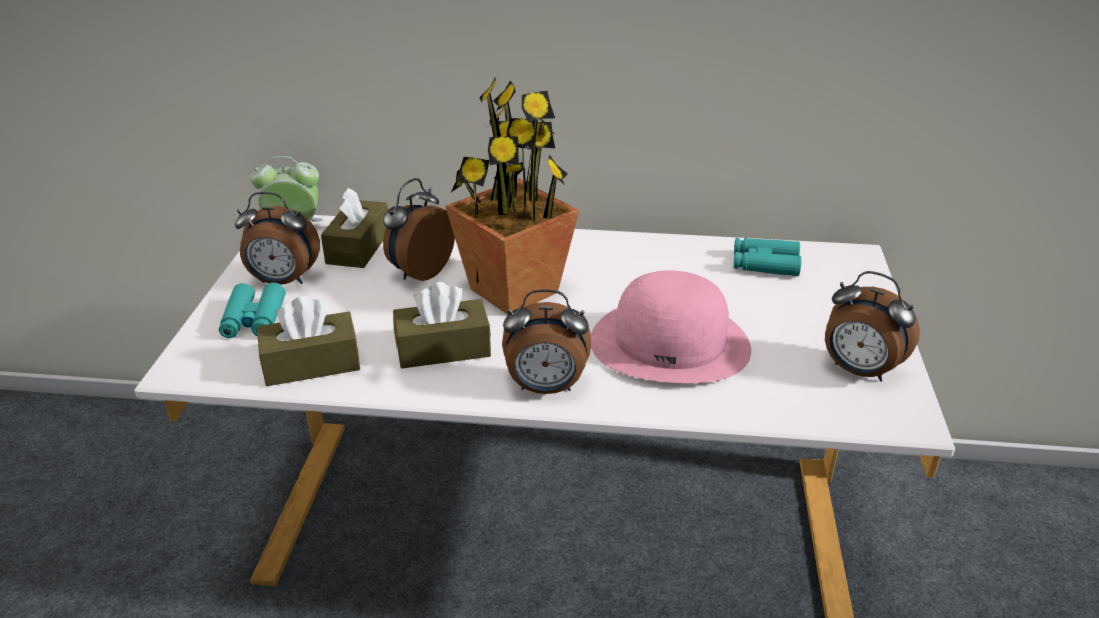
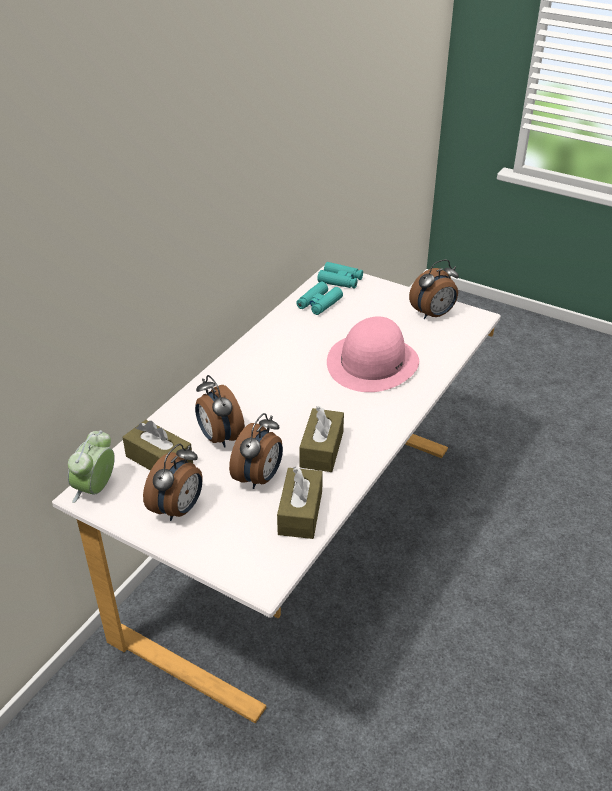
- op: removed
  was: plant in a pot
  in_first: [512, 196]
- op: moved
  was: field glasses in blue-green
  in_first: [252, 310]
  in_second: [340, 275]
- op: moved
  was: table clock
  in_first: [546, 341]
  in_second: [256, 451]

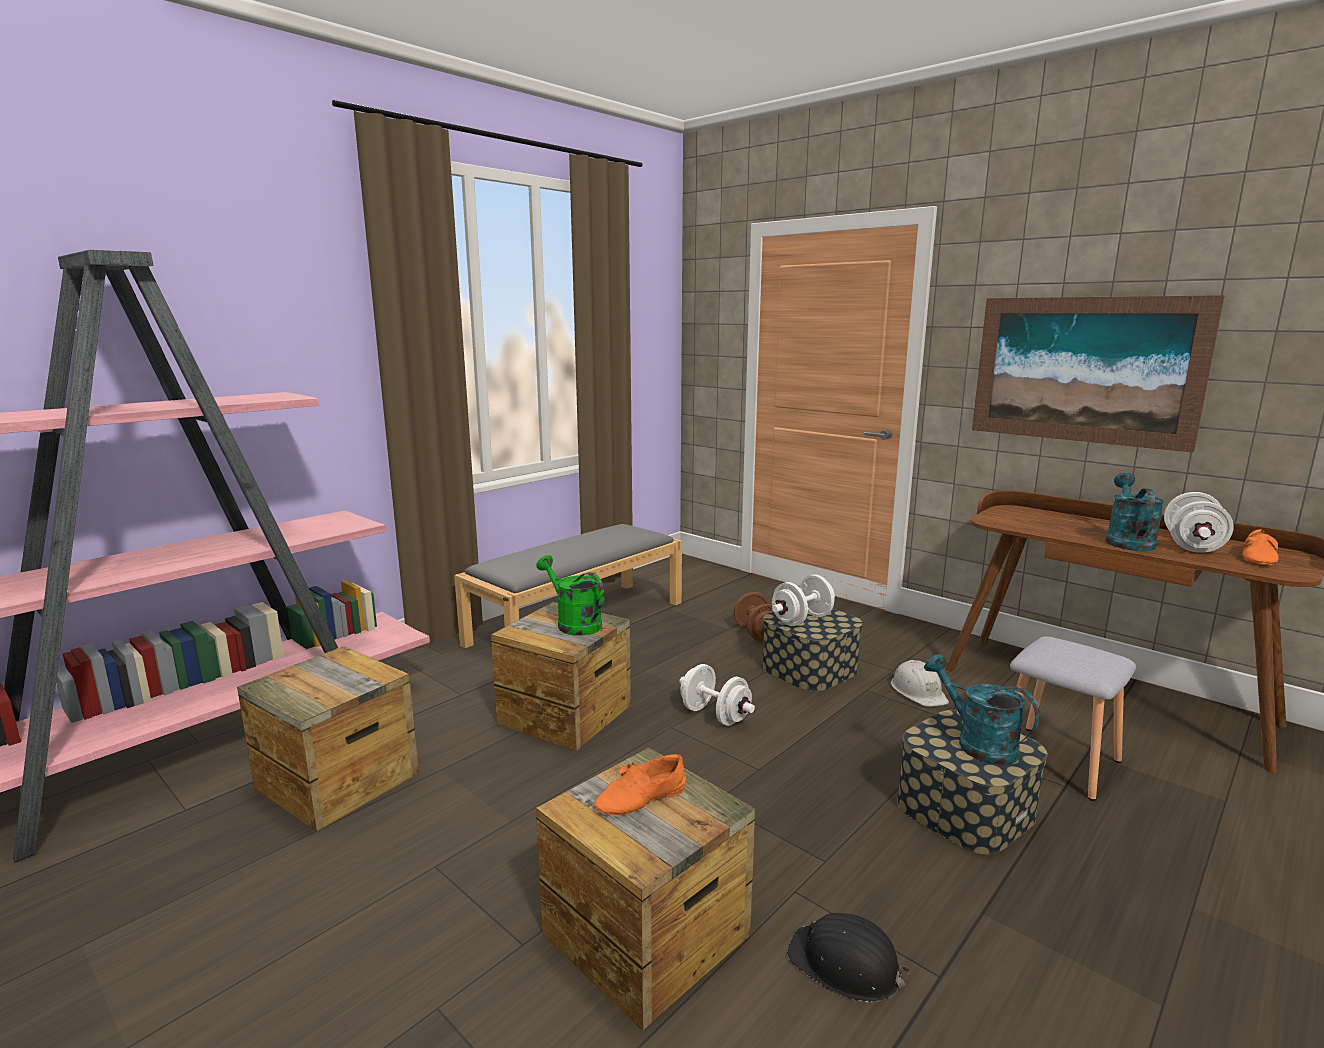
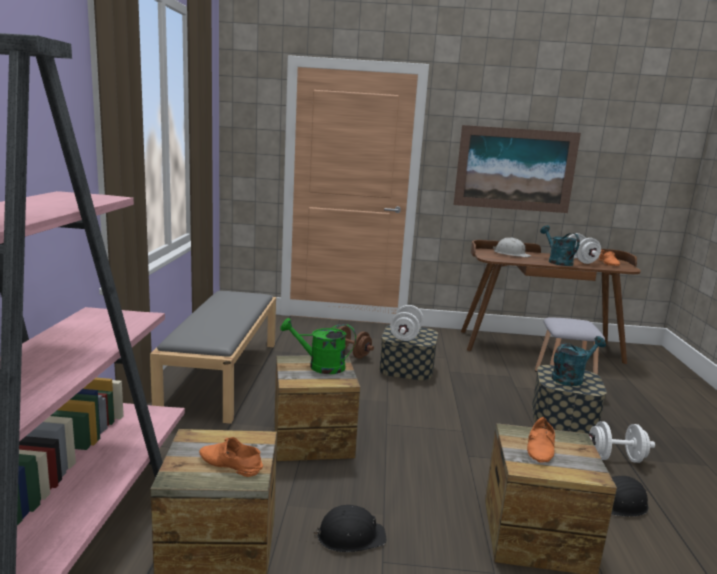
- op: added
  now: item of footwear in orange
  in_second: [231, 457]
- op: added
  now: work helmet in black
  in_second: [350, 528]
- op: moved
  was: dumbbell in white
  in_first: [717, 695]
  in_second: [622, 442]
- op: moved
  was: work helmet in white
  in_first: [920, 683]
  in_second: [512, 247]
- op: turned
  was: sprinkling can in blue-green
  in_first: [982, 709]
  in_second: [579, 361]
  clockwise: 135

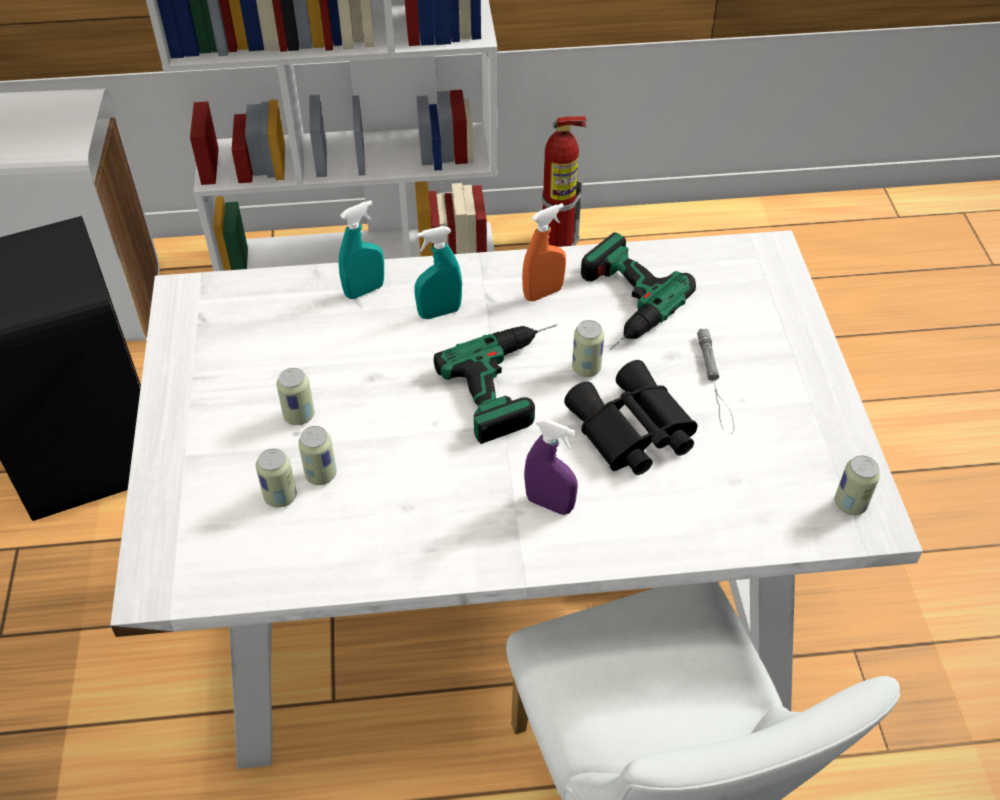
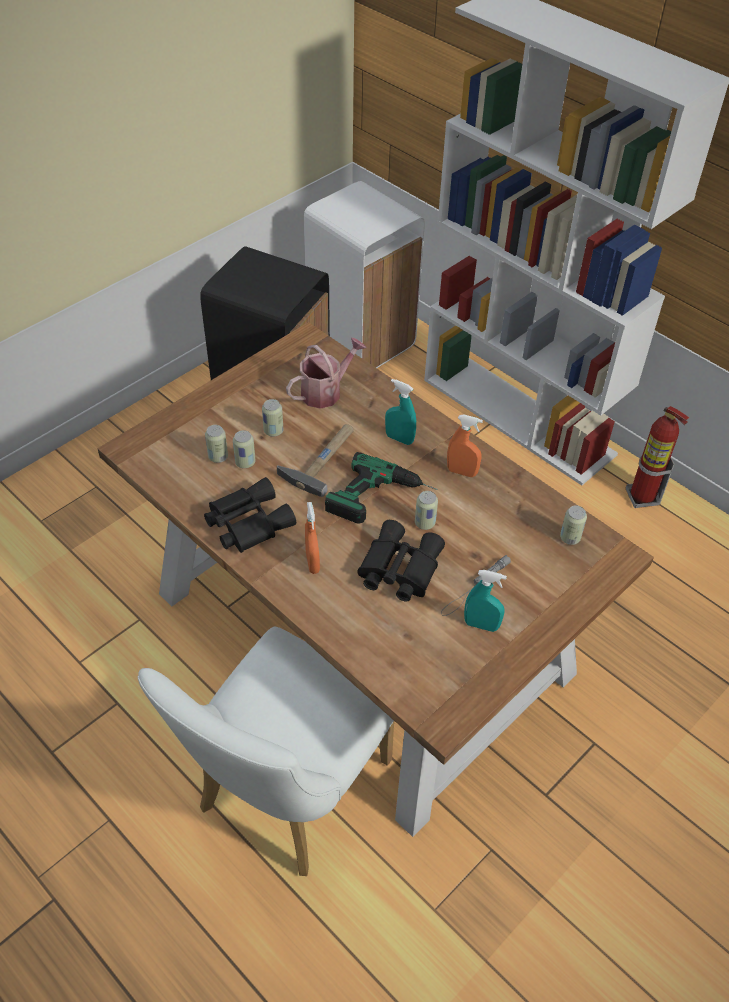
- op: removed
  was: drill
  in_first: [638, 291]
- op: added
  now: field glasses in black
  in_second: [250, 515]
- op: added
  now: hand hammer
  in_second: [315, 460]
- op: added
  now: sprinkling can
  in_second: [326, 373]
- op: moved
  was: hand sprayer in blue-green
  in_first: [361, 249]
  in_second: [485, 601]
- op: moved
  was: can
  in_first: [857, 485]
  in_second: [573, 525]
- op: recoloured
  was: kitchen table in white
  now: kitchen table in brown
  in_first: [516, 499]
  in_second: [375, 579]
- op: recoloured
  was: hand sprayer in purple
  now: hand sprayer in orange
  in_first: [551, 466]
  in_second: [312, 538]

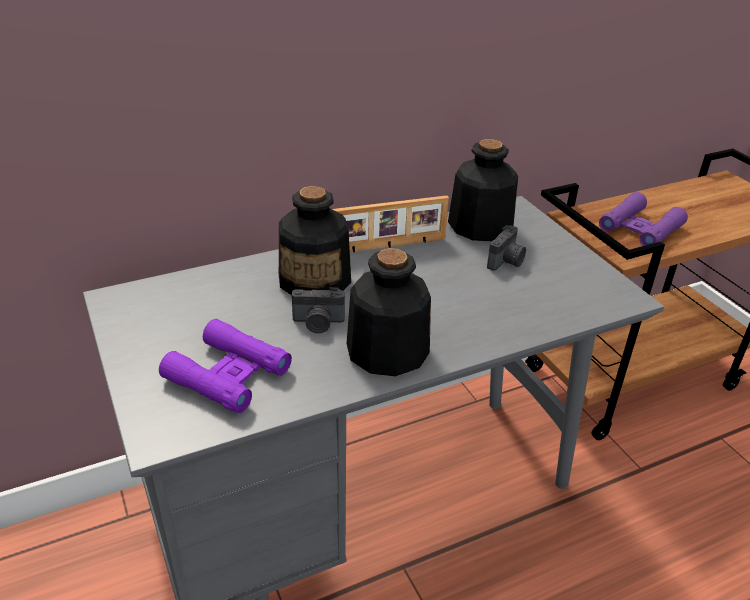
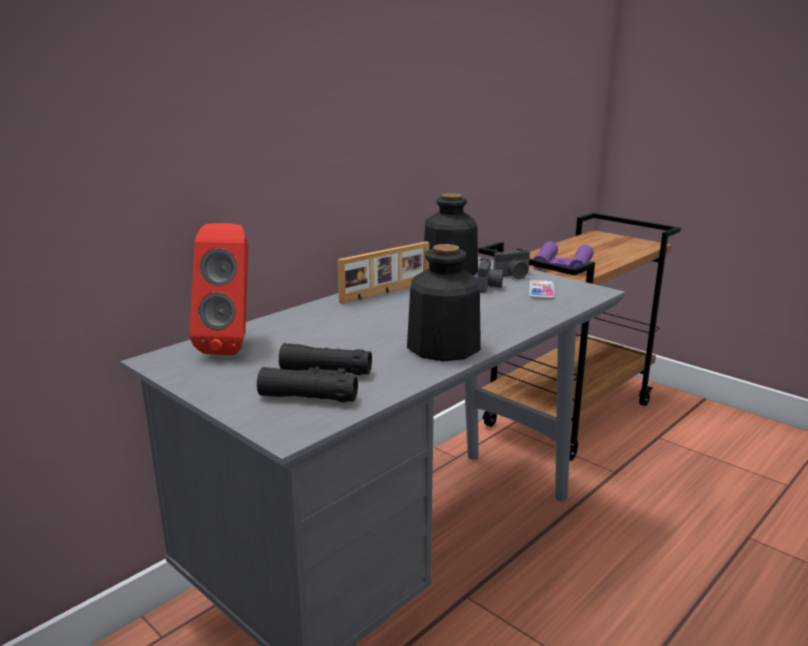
- op: removed
  was: bottle
  in_first: [315, 240]
- op: added
  now: speaker in reddish
  in_second: [219, 289]
- op: added
  now: handset
  in_second: [542, 289]
- op: moved
  was: photo camera
  in_first: [318, 310]
  in_second: [511, 263]
- op: recoloured
  was: field glasses in purple
  now: field glasses in black
  in_first: [225, 366]
  in_second: [314, 372]

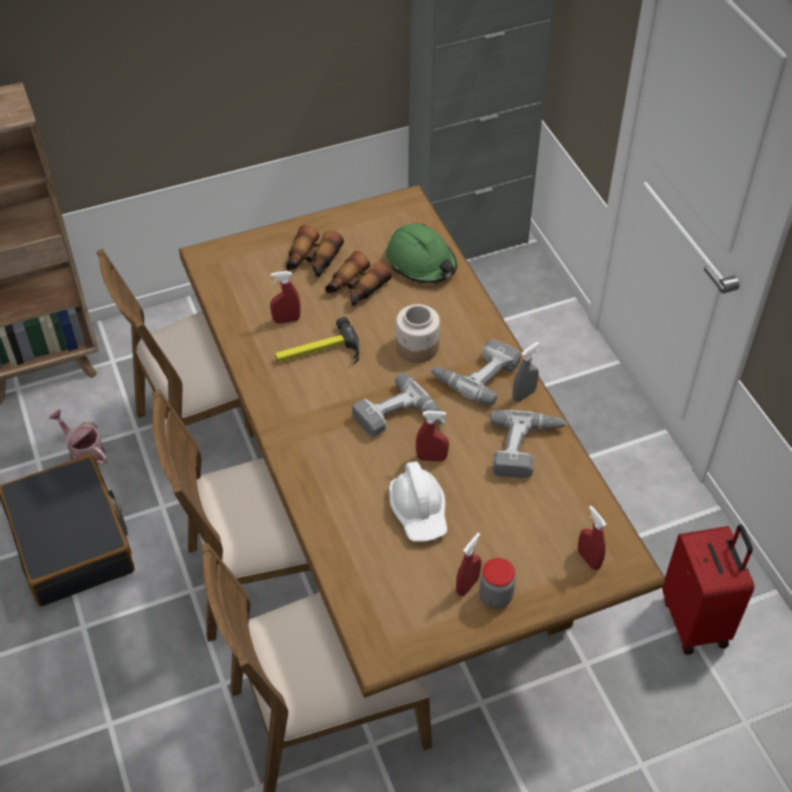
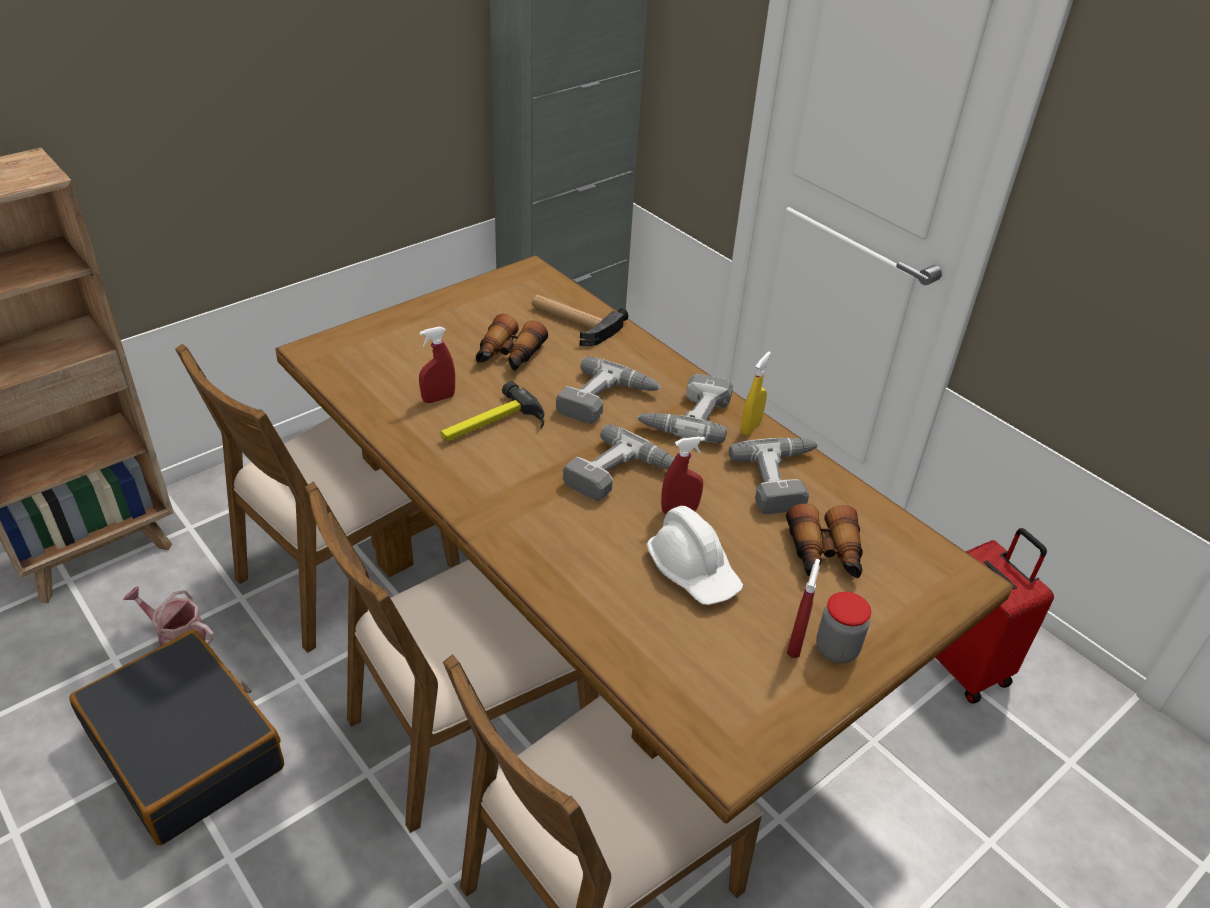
- op: removed
  was: hand sprayer in reddish
  in_first: [592, 538]
- op: moved
  was: field glasses
  in_first: [315, 251]
  in_second: [824, 540]
- op: replaced
  was: work helmet in green-coloured
  now: hand hammer
  in_first: [421, 253]
  in_second: [580, 320]
- op: replaced
  was: preserve jar
  now: drill
  in_first: [418, 333]
  in_second: [608, 390]
- op: recoloured
  was: hand sprayer in greyish
  now: hand sprayer in yellow
  in_first: [526, 372]
  in_second: [756, 393]

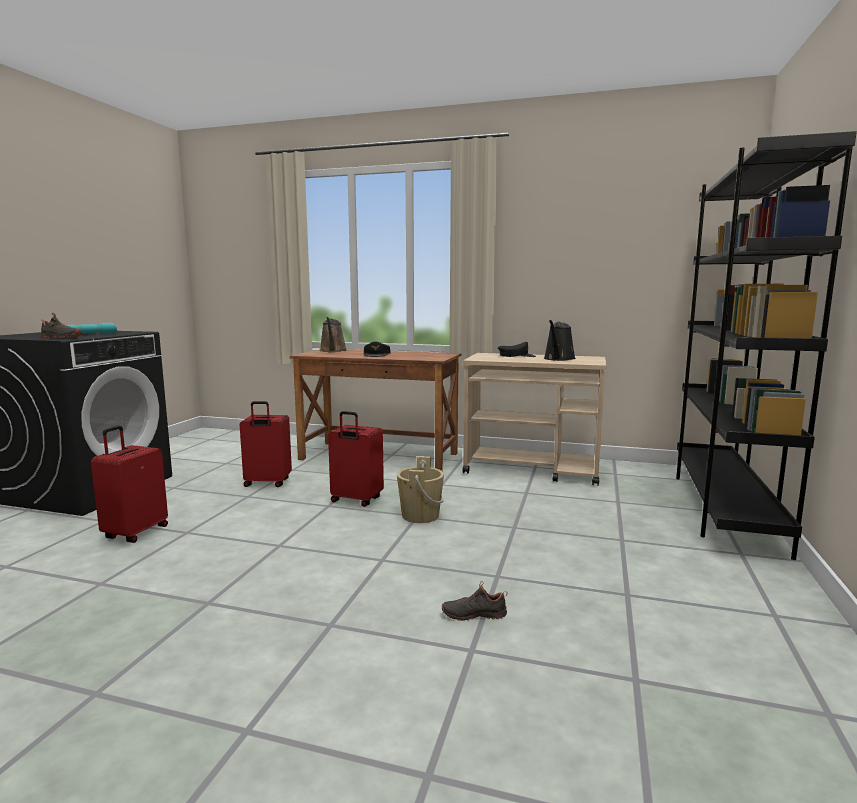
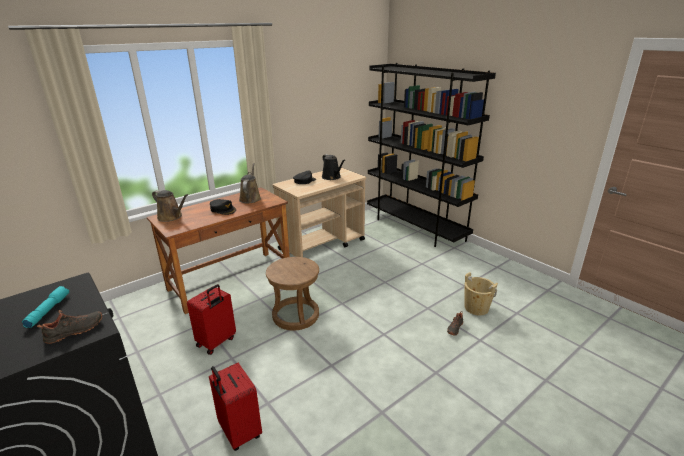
- op: added
  now: sprinkling can in brown
  in_second: [250, 183]
- op: moved
  was: pail in beige
  in_first: [420, 489]
  in_second: [481, 293]
- op: replaced
  was: piece of luggage in reddish
  now: stool seat in brown
  in_first: [356, 459]
  in_second: [292, 293]

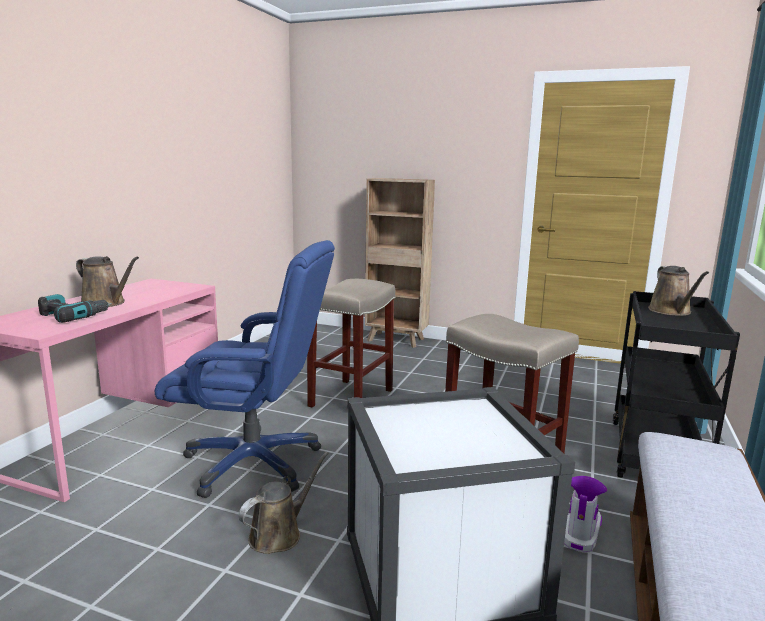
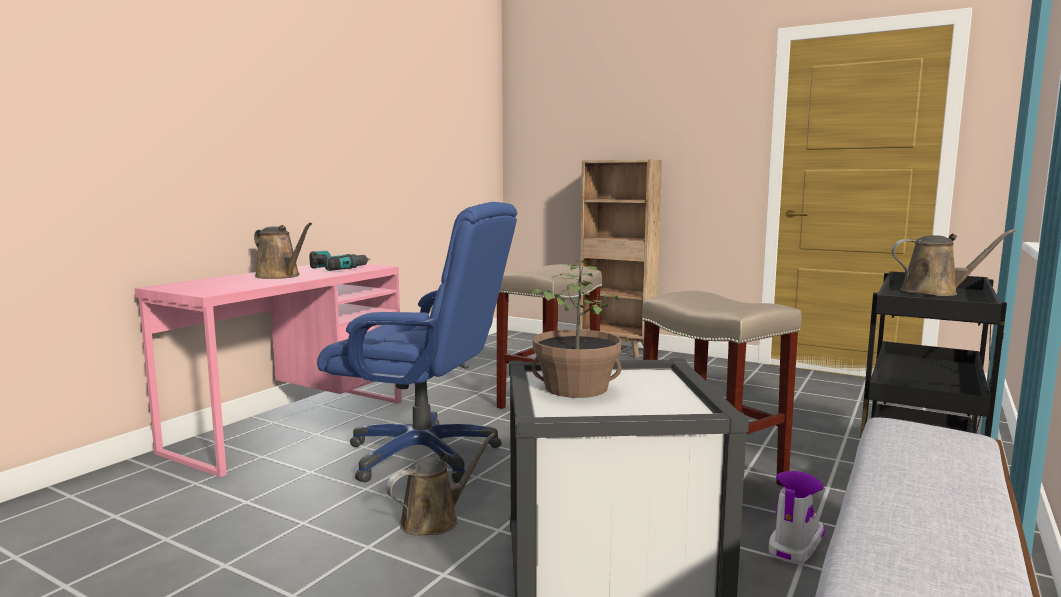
- op: added
  now: plant in a pot
  in_second: [576, 329]
- op: moved
  was: drill
  in_first: [75, 308]
  in_second: [339, 261]
- op: turned
  was: sprinkling can in brown
  in_first: [678, 291]
  in_second: [953, 262]
  clockwise: -90

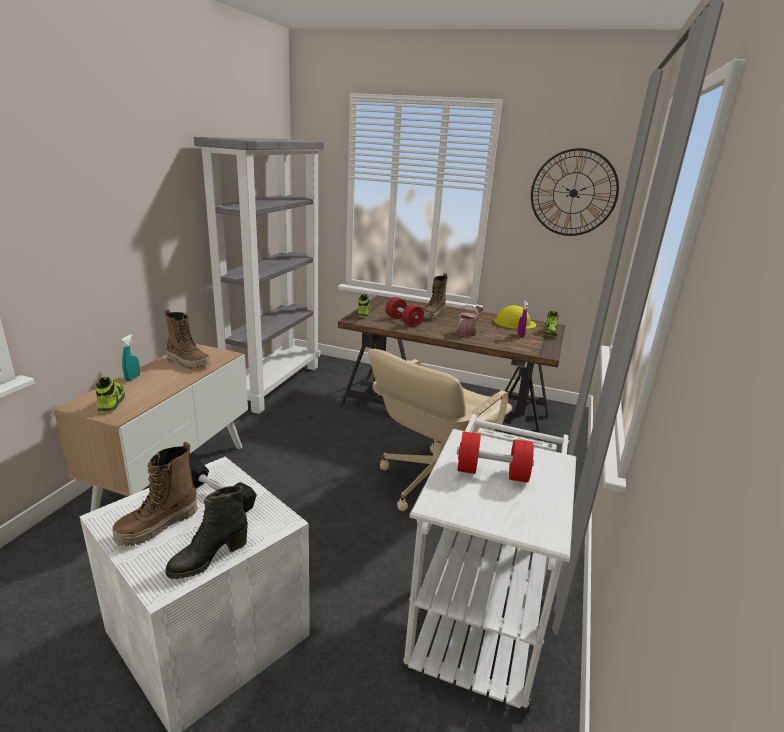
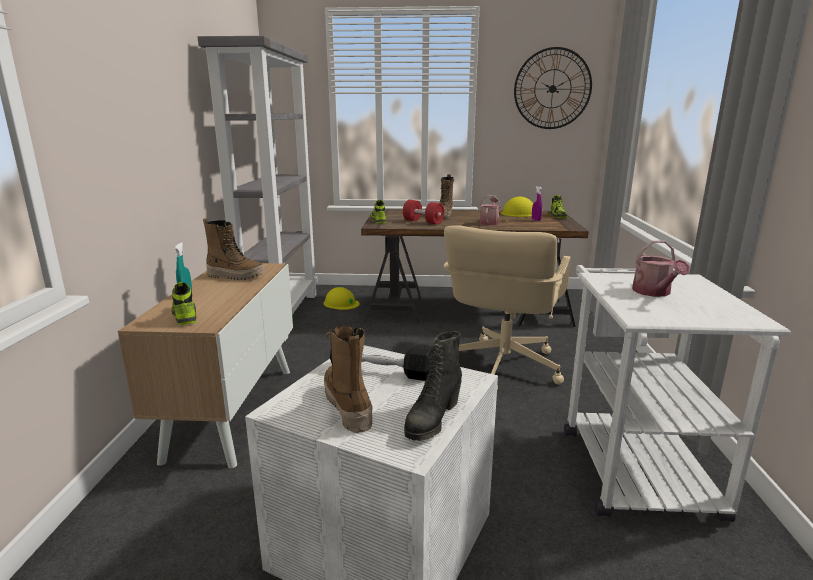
- op: added
  now: work helmet in yellow
  in_second: [342, 298]
- op: replaced
  was: dumbbell in reddish
  now: sprinkling can
  in_first: [495, 457]
  in_second: [661, 268]
- op: turned
  was: boot
  in_first: [155, 493]
  in_second: [348, 379]
  clockwise: 135

